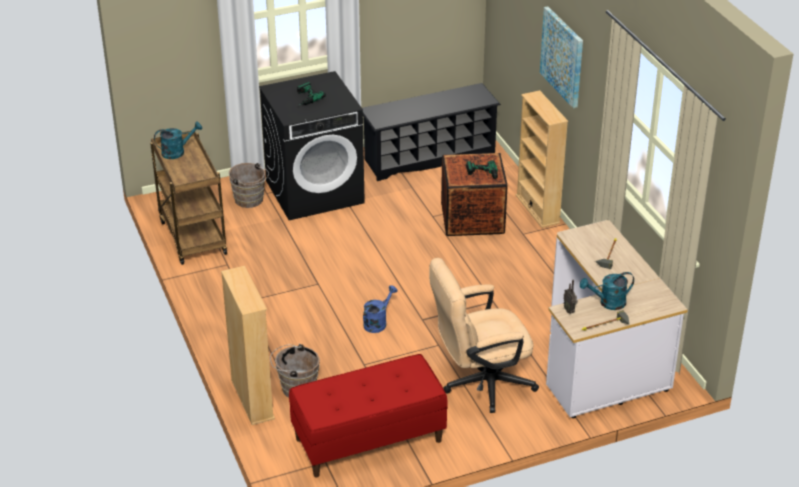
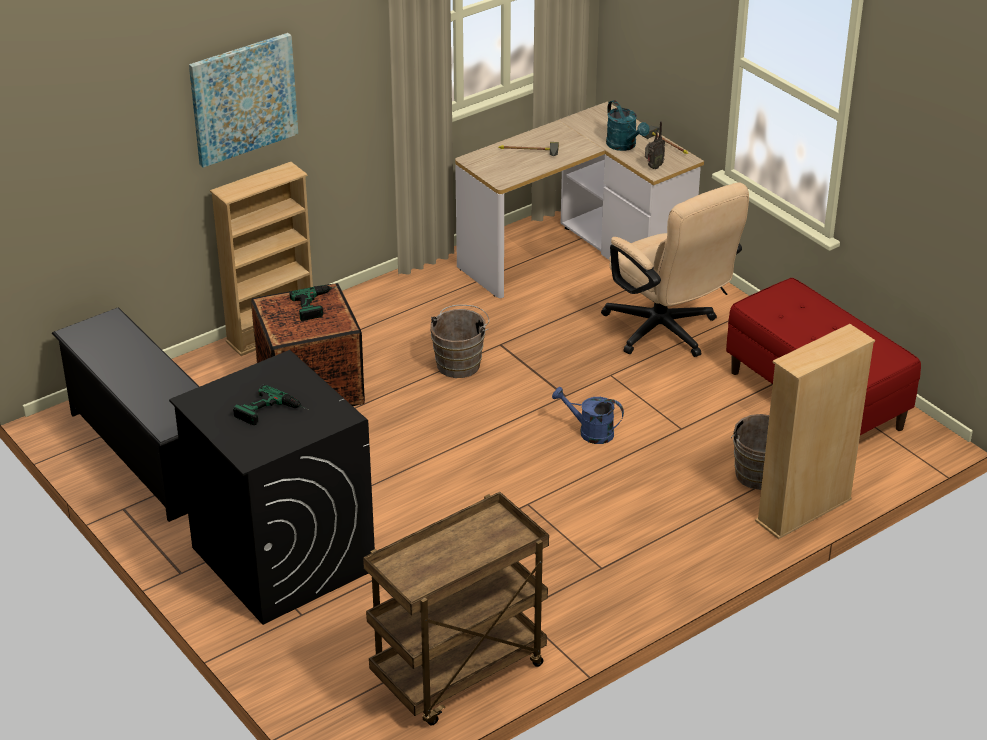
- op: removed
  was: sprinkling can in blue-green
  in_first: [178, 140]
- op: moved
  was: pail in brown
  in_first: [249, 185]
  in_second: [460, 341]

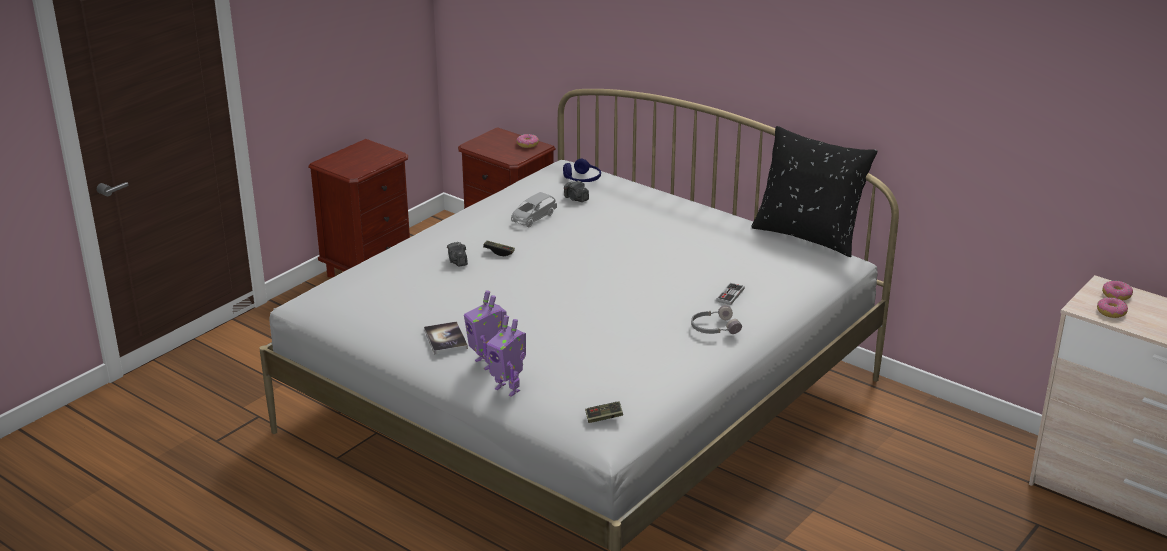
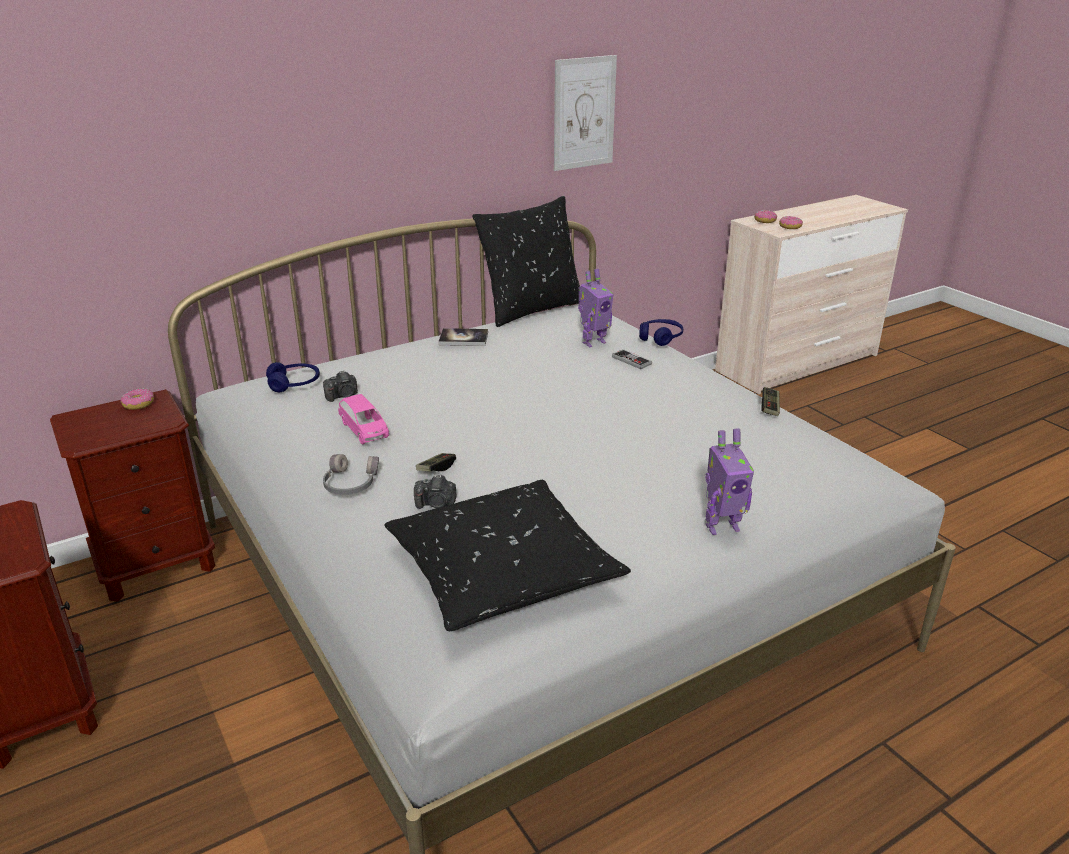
- op: added
  now: cushion in black
  in_second: [508, 555]
- op: added
  now: wall picture
  in_second: [585, 113]
- op: added
  now: headset in blue
  in_second: [661, 332]
- op: moved
  was: book
  in_first: [446, 337]
  in_second: [463, 337]
- op: moved
  was: toy robot
  in_first: [506, 356]
  in_second: [595, 308]
- op: moved
  was: gamepad
  in_first: [604, 412]
  in_second: [771, 401]
- op: moved
  was: headset in greyish
  in_first: [716, 319]
  in_second: [351, 474]
- op: recoloured
  was: toy car in greyish
  now: toy car in pink
  in_first: [534, 209]
  in_second: [363, 419]

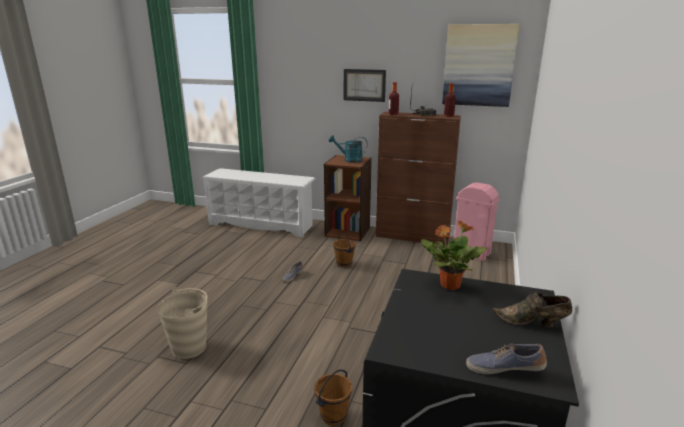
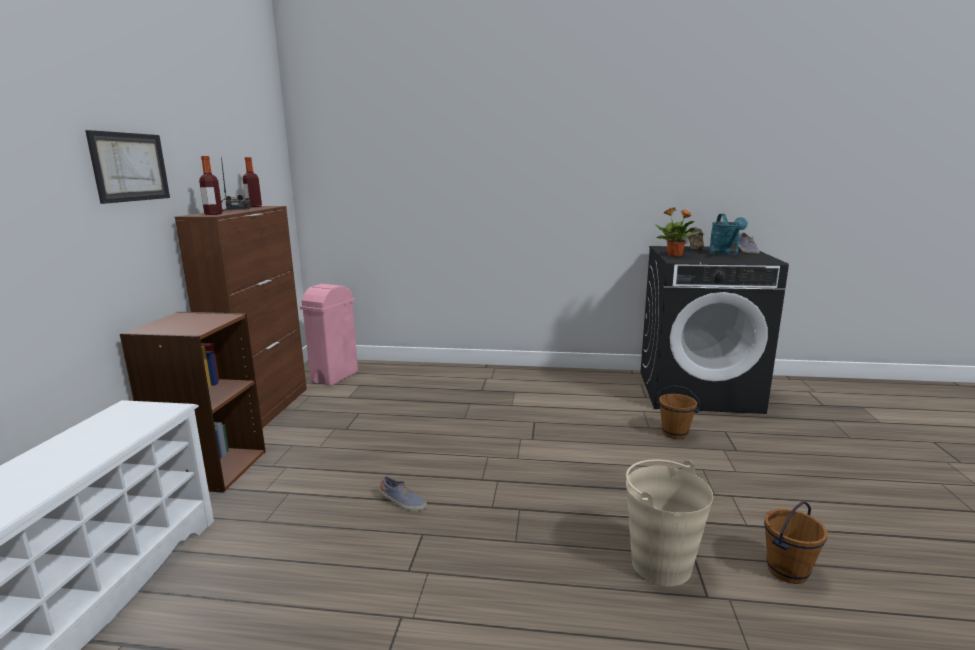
- op: removed
  was: wall picture
  in_first: [481, 65]
- op: moved
  was: sprinkling can in blue-green
  in_first: [348, 149]
  in_second: [728, 235]
- op: moved
  was: pail in brown
  in_first: [344, 250]
  in_second: [795, 542]

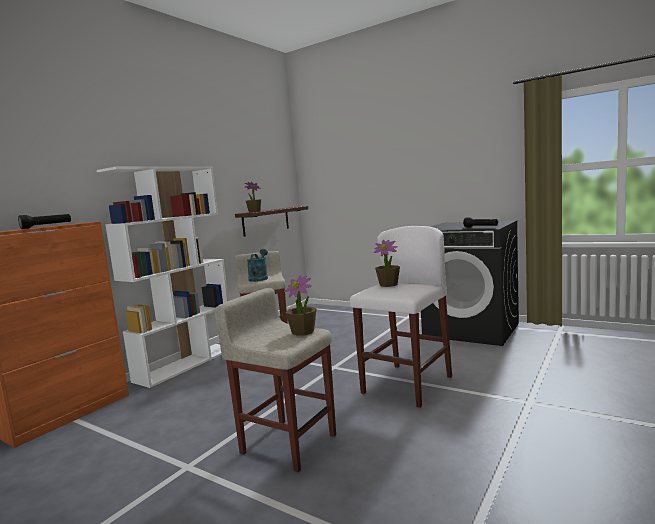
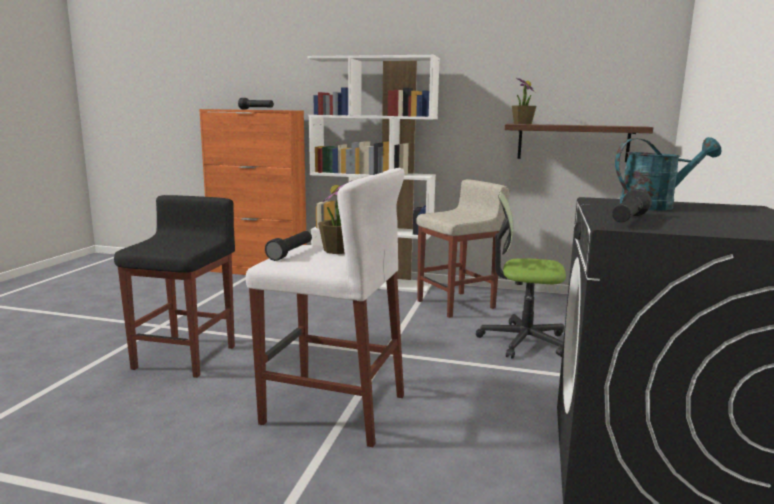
- op: removed
  was: plant in a pot
  in_first: [300, 305]
- op: added
  now: flashlight in black
  in_second: [288, 246]
- op: added
  now: computer chair
  in_second: [521, 275]
- op: moved
  was: sprinkling can in blue-green
  in_first: [257, 265]
  in_second: [668, 174]
- op: recoloured
  was: stool seat in beige
  now: stool seat in black
  in_first: [275, 380]
  in_second: [174, 286]

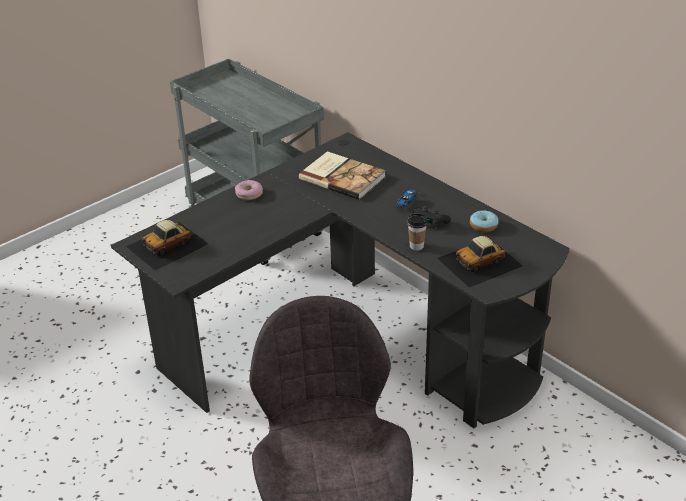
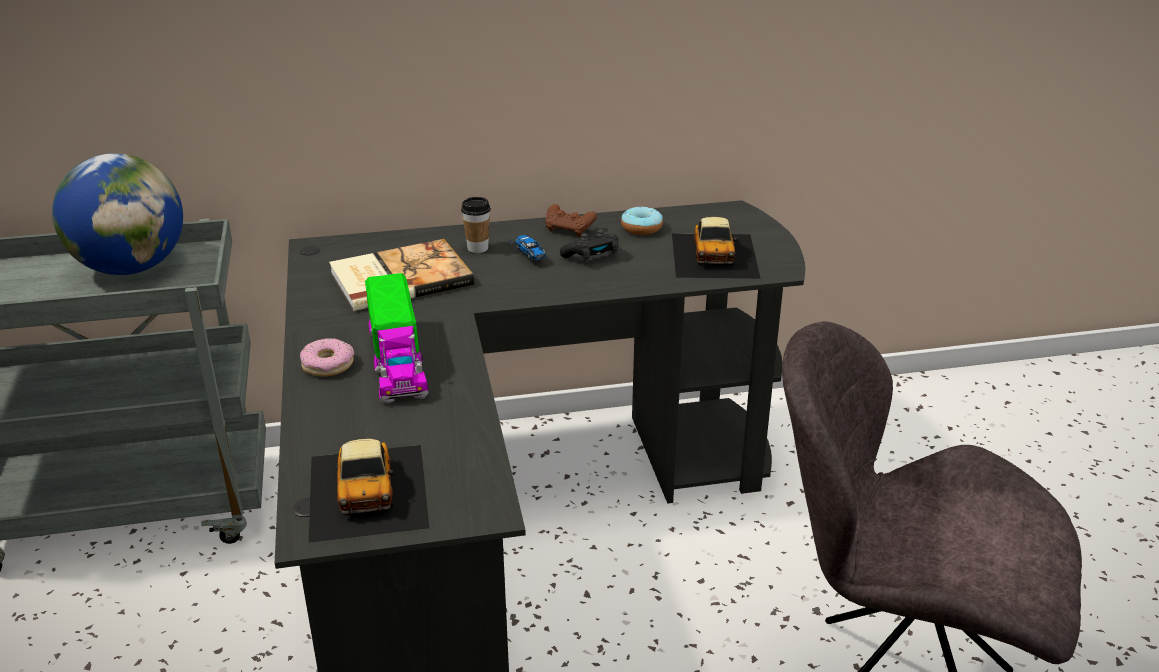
- op: added
  now: desk globe
  in_second: [117, 214]
- op: added
  now: model truck
  in_second: [397, 338]
- op: added
  now: gamepad in brown
  in_second: [571, 220]
- op: moved
  was: drinking cup
  in_first: [417, 231]
  in_second: [476, 225]

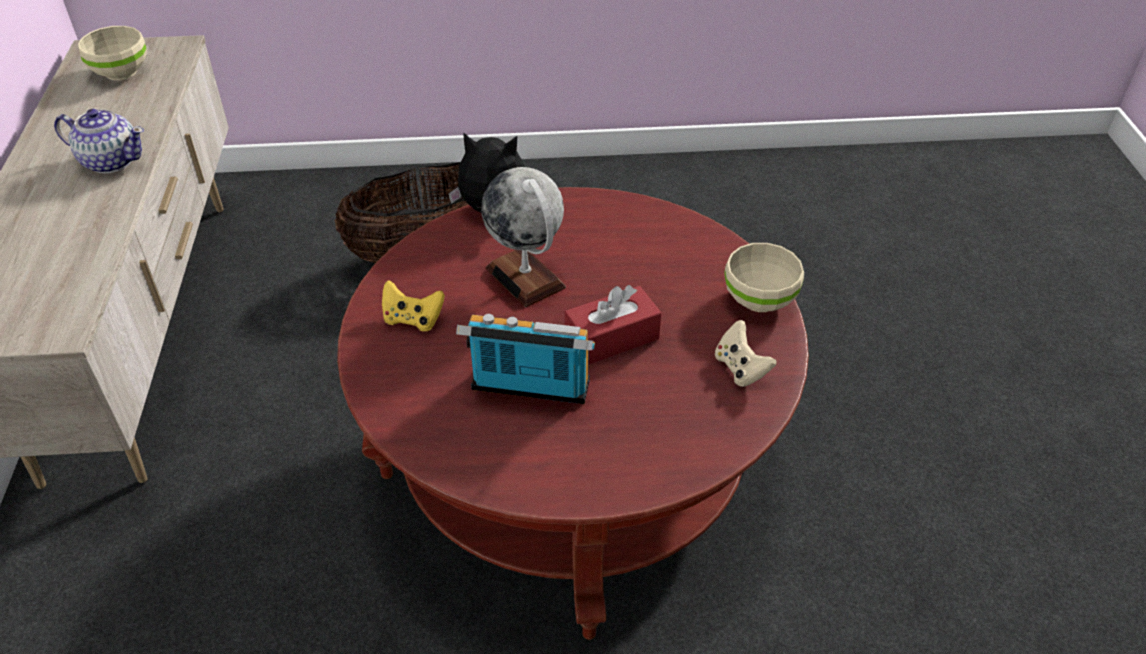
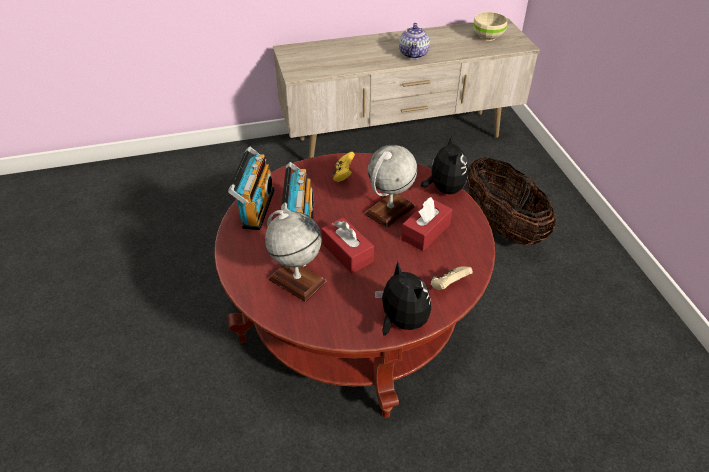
- op: added
  now: radio
  in_second: [251, 188]
- op: added
  now: desk globe
  in_second: [296, 256]
- op: added
  now: box of tissues in reddish
  in_second: [426, 224]
- op: moved
  was: gamepad in beige
  in_first: [746, 353]
  in_second: [452, 278]
- op: replaced
  was: bowl in beige
  now: cuddly toy
  in_first: [764, 277]
  in_second: [403, 299]

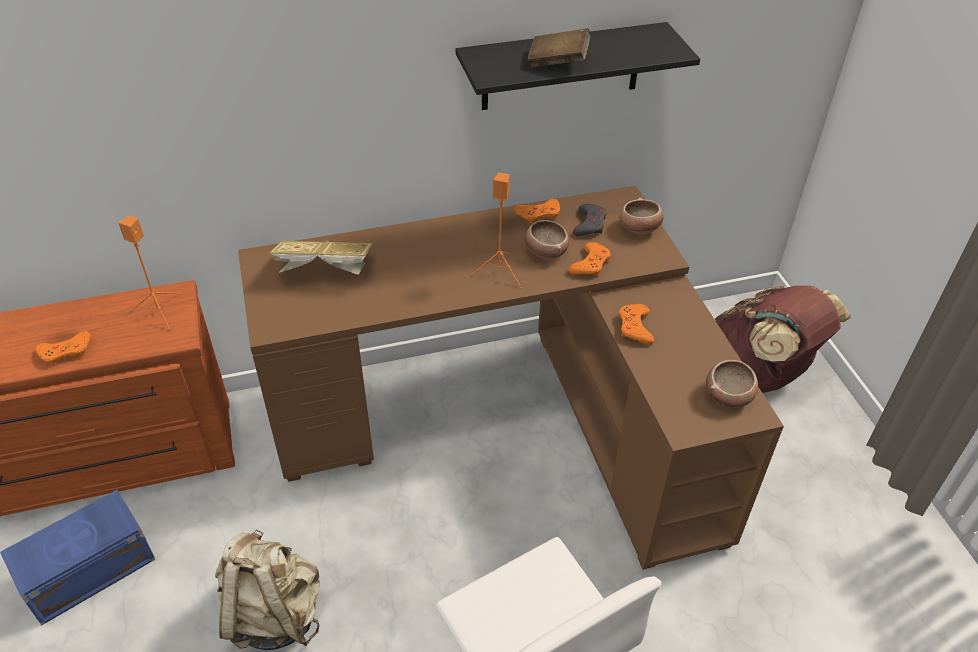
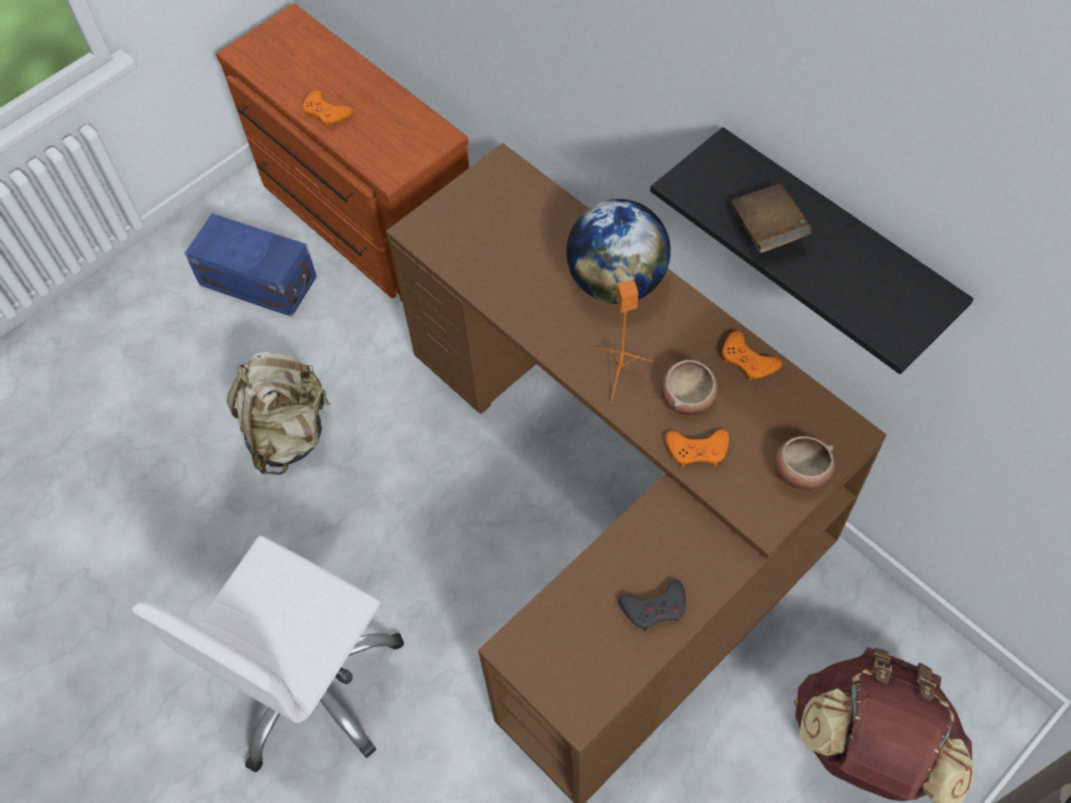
- op: removed
  was: speaker in orange
  in_first: [149, 273]
- op: removed
  was: book
  in_first: [321, 258]
- op: removed
  was: gamepad in orange
  in_first: [636, 324]
- op: removed
  was: bowl
  in_first: [732, 384]
- op: added
  now: desk globe
  in_second: [618, 251]
- op: moved
  was: gamepad in greyish
  in_first: [590, 220]
  in_second: [652, 605]

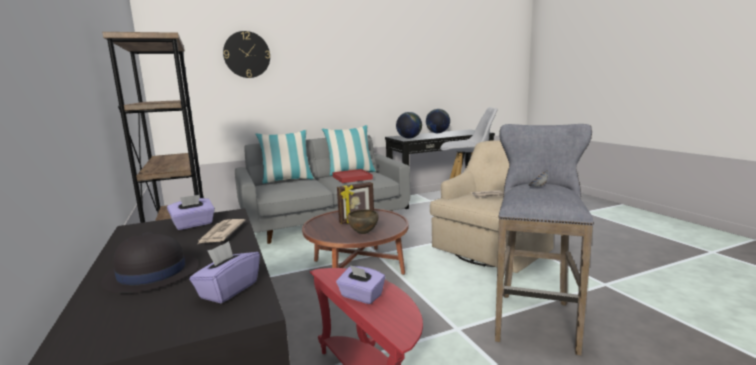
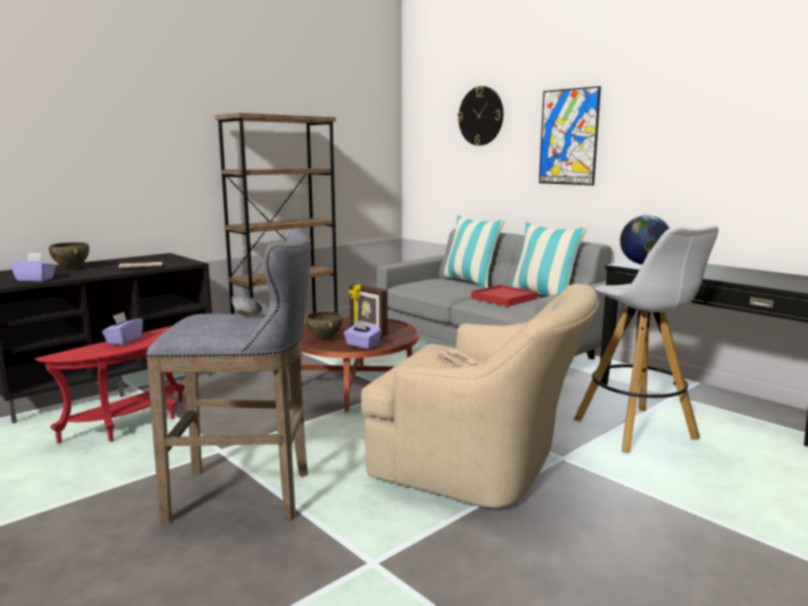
- op: removed
  was: desk globe
  in_first: [438, 121]
- op: added
  now: wall picture
  in_second: [570, 135]
- op: moved
  was: box of tissues in purple
  in_first: [191, 212]
  in_second: [362, 334]
- op: replaced
  was: hat in black
  now: bowl in brown
  in_first: [150, 262]
  in_second: [69, 255]

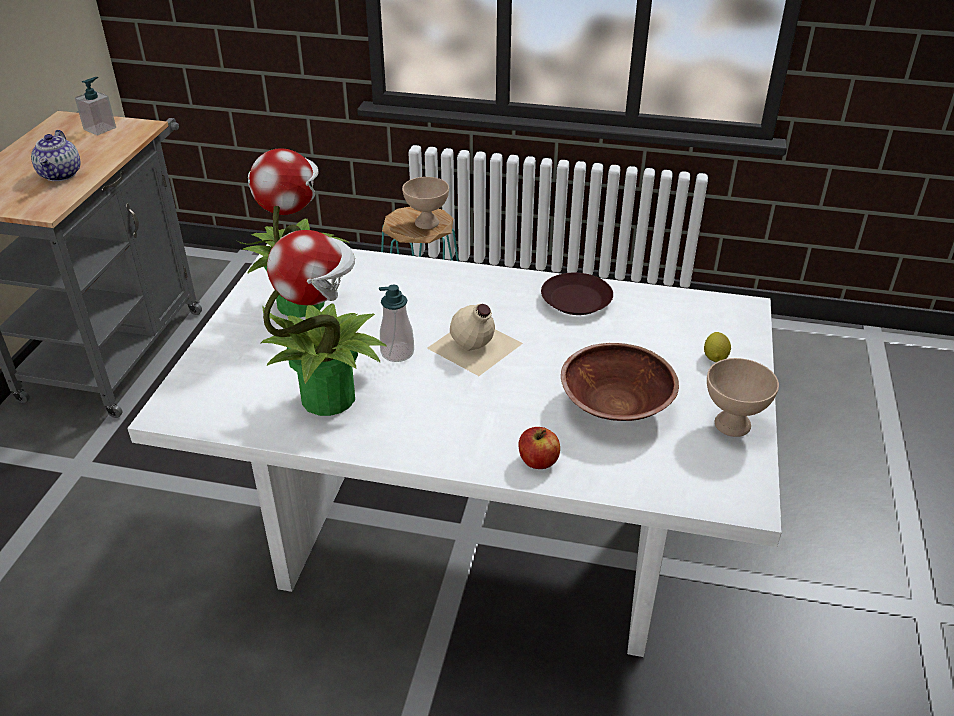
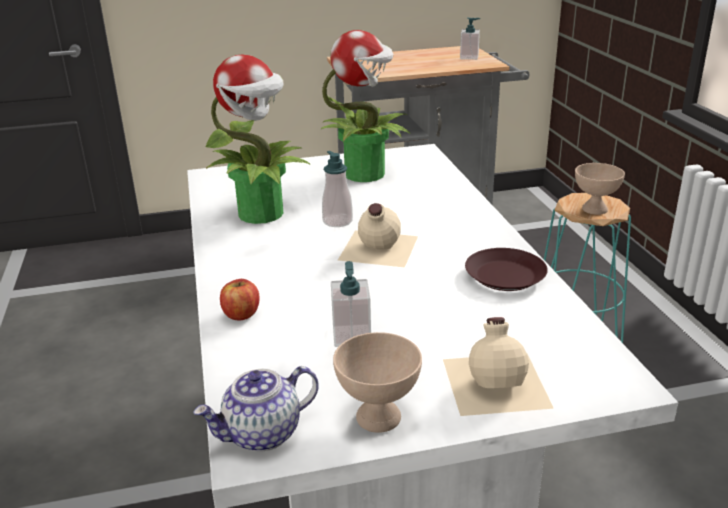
- op: moved
  was: teapot
  in_first: [56, 155]
  in_second: [256, 409]
- op: replaced
  was: bowl in brown
  now: soap bottle
  in_first: [620, 382]
  in_second: [351, 304]
- op: replaced
  was: whole lemon
  now: bottle in beige
  in_first: [717, 347]
  in_second: [498, 366]

